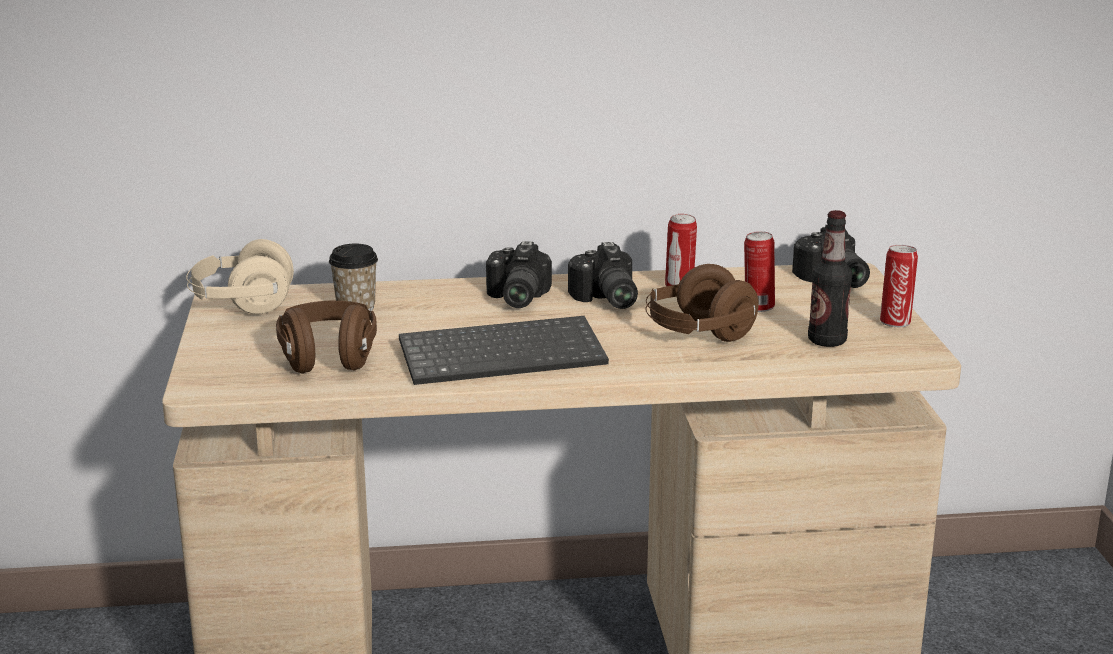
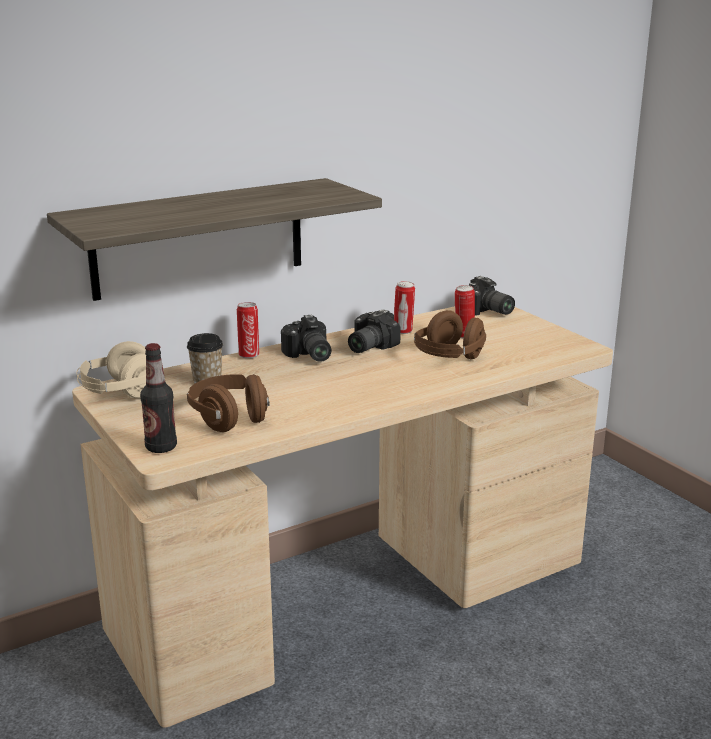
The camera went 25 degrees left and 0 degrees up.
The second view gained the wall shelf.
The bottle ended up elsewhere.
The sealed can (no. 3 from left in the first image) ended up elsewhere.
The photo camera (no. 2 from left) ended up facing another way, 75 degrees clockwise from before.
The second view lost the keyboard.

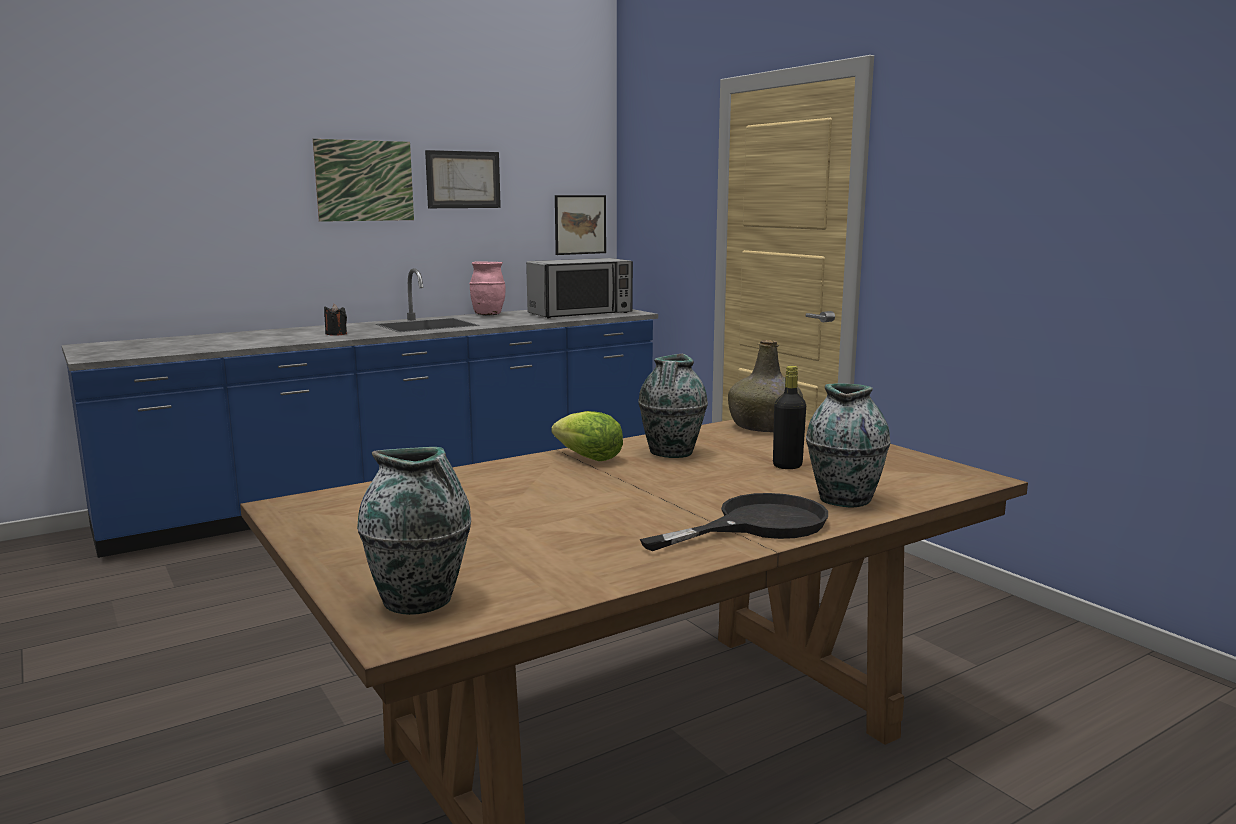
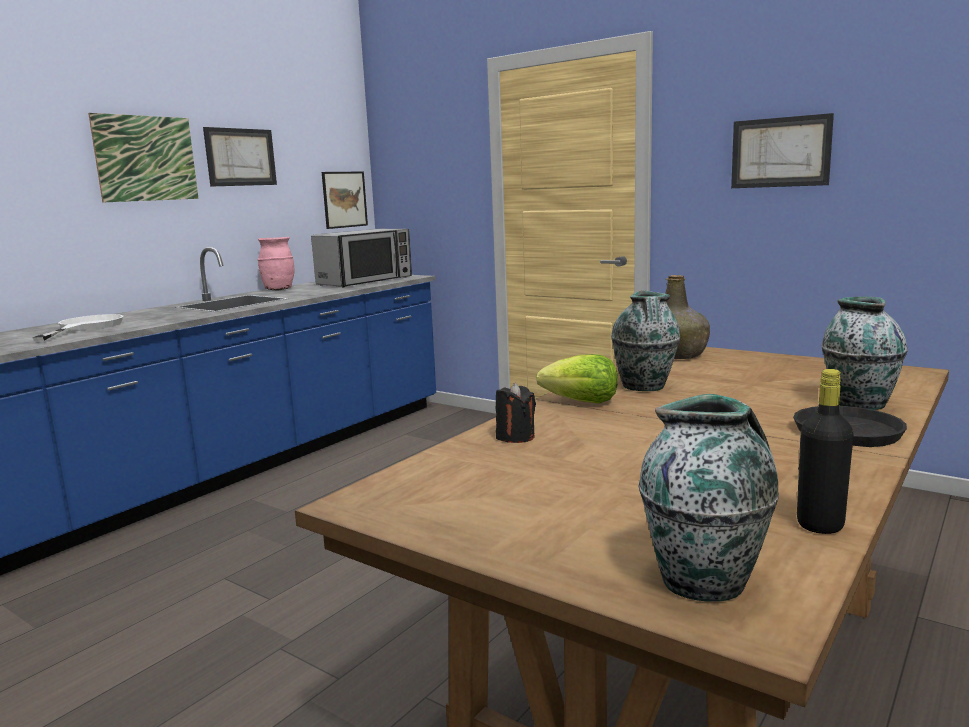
The camera went 20 degrees left and 0 degrees up.
The second view gained the white-coloured pan.
The black-coloured candle ended up elsewhere.
The second view gained the picture (no. 4 from left).
The black-coloured bottle ended up elsewhere.

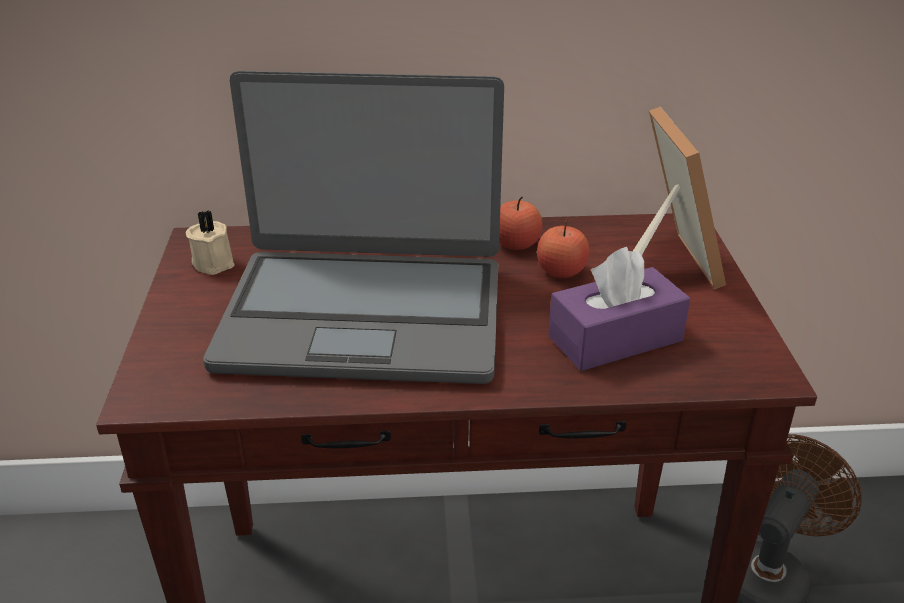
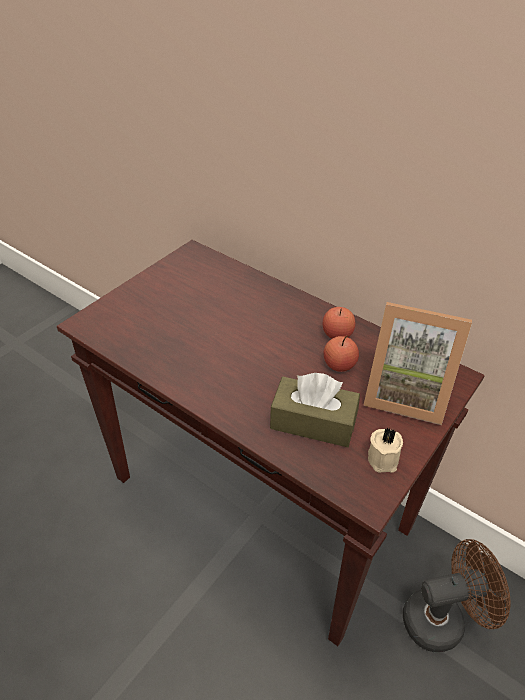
The camera went 40 degrees right and 10 degrees up.
What was the purplish tissue box turned into the brown tissue box.
The standing frame ended up facing another way, 75 degrees clockwise from before.
The beige-coloured candle ended up elsewhere.
The second view lost the notebook computer.

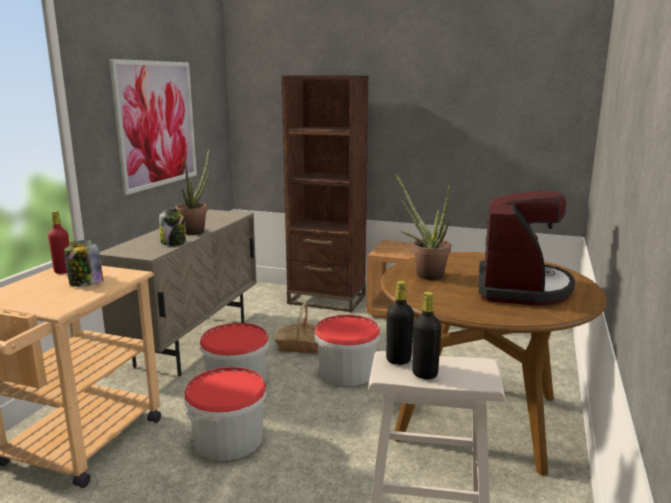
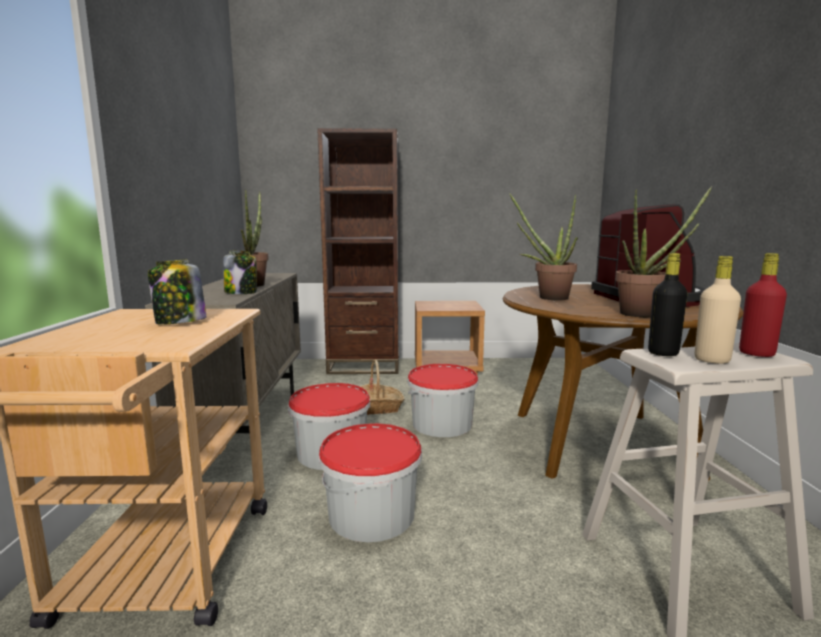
The camera went 20 degrees left and 5 degrees down.
The second view gained the potted plant (no. 3 from left).
What was the black-coloured bottle (no. 2 from left) turned into the beige-coloured bottle.
The reddish bottle ended up elsewhere.
The second view lost the picture.

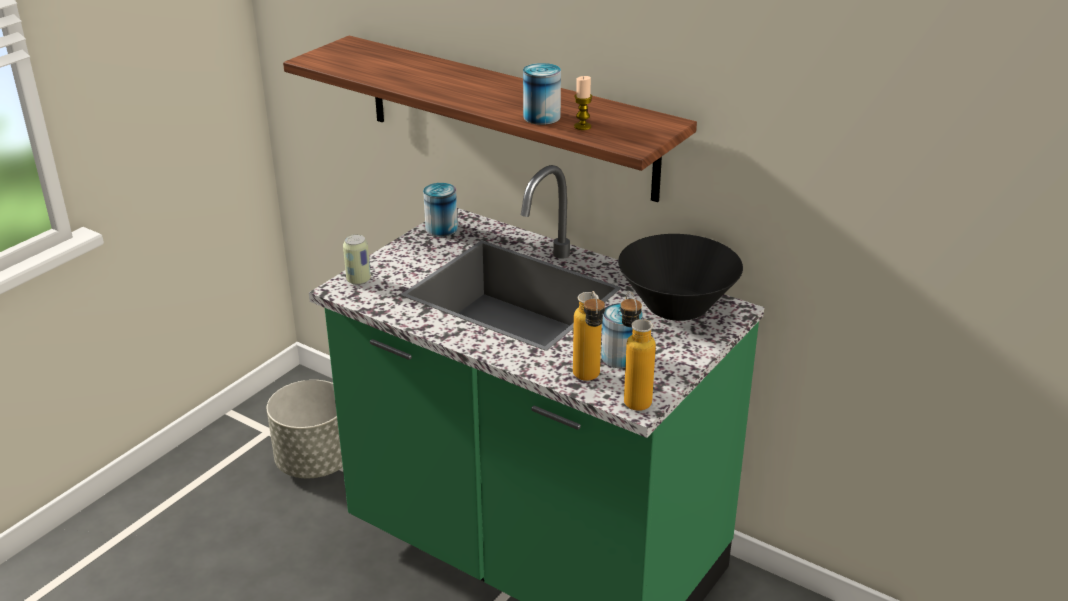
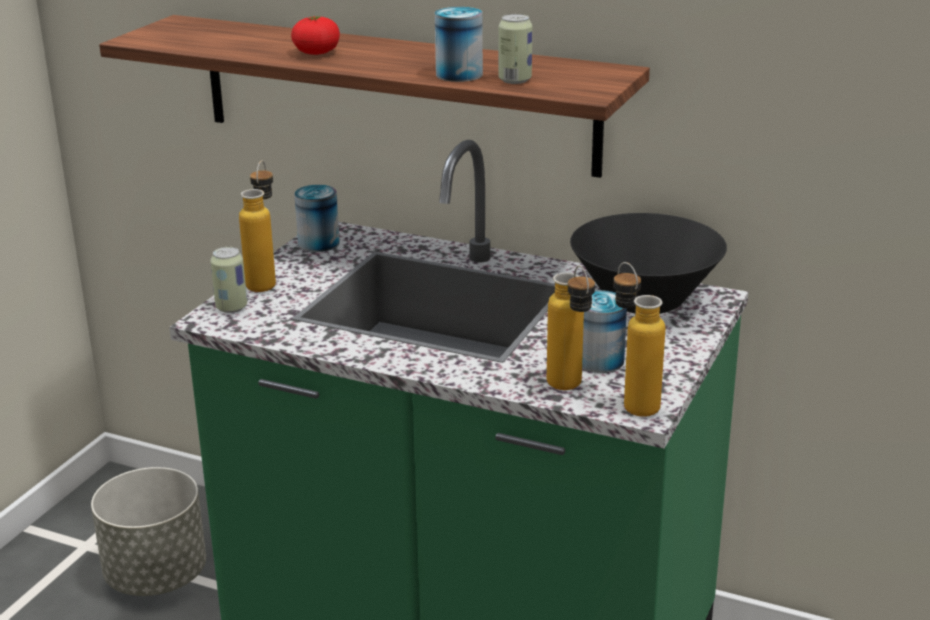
The camera went 10 degrees left and 5 degrees down.
The second view gained the bottle (no. 1 from left).
The second view gained the whole tomato.
Where the candle stood, the sealed can (no. 4 from left) came to stand.

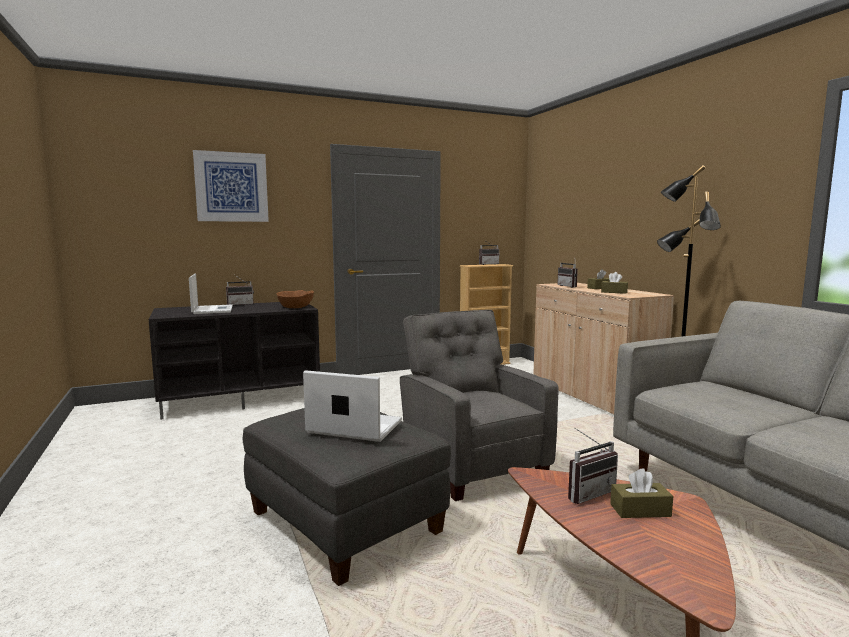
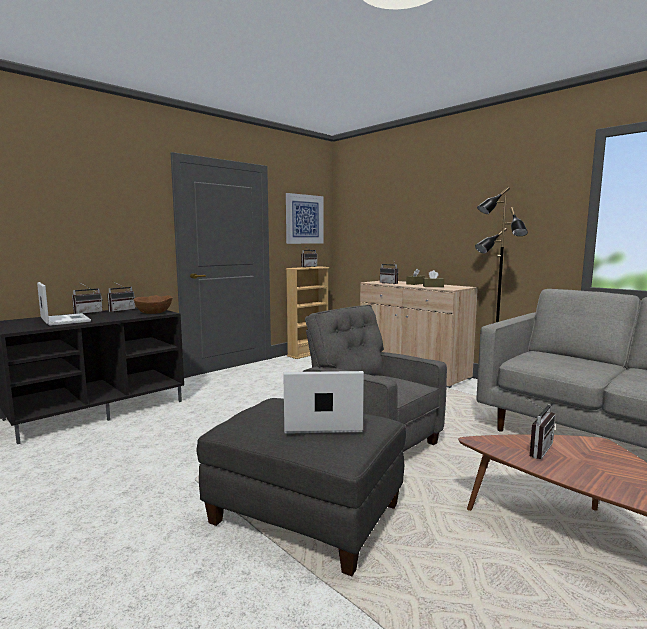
The camera went 20 degrees left and 0 degrees up.
The second view gained the radio set (no. 2 from left).
The picture ended up elsewhere.
The second view lost the brown tissue box (no. 3 from left).

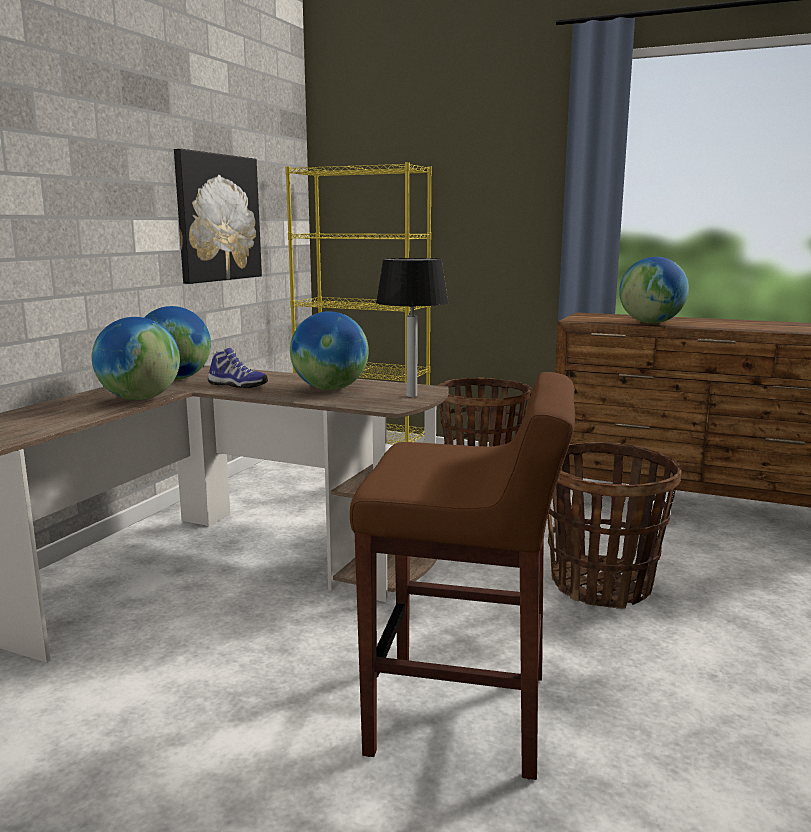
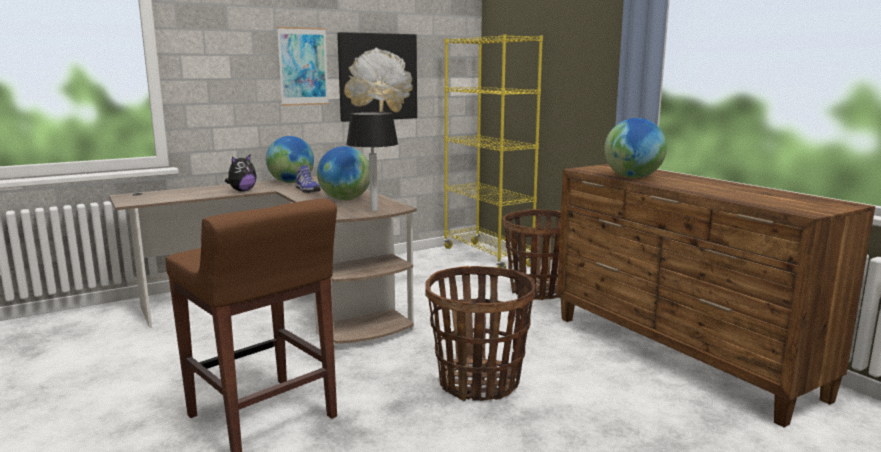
The camera went 35 degrees right and 0 degrees up.
Where the globe (no. 1 from left) stood, the plush toy came to stand.
The second view gained the picture (no. 1 from left).

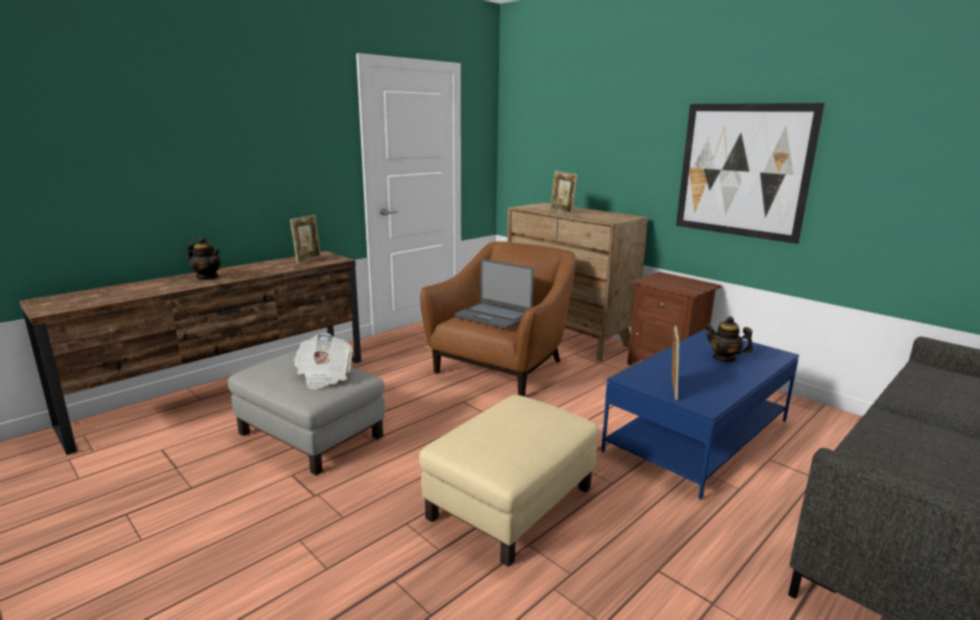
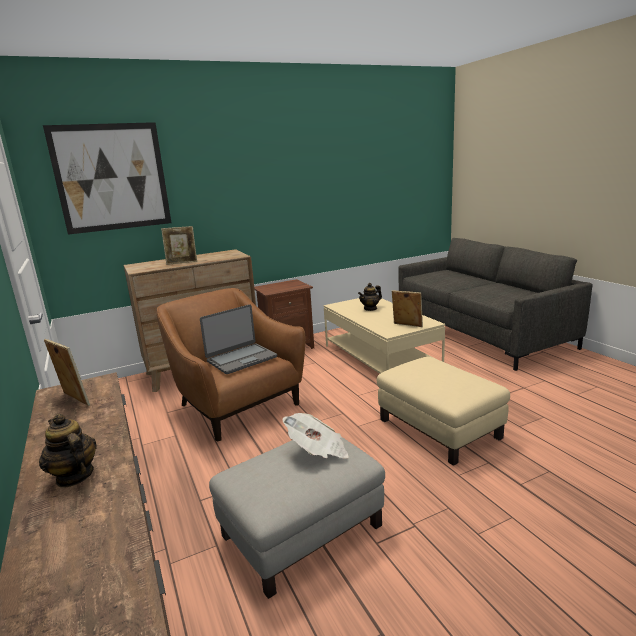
The camera went 70 degrees left and 0 degrees up.
The tea pot (no. 1 from left) ended up facing another way, 90 degrees counterclockwise from before.
The picture ended up elsewhere.
What was the blue lounge table turned into the beige-coloured lounge table.

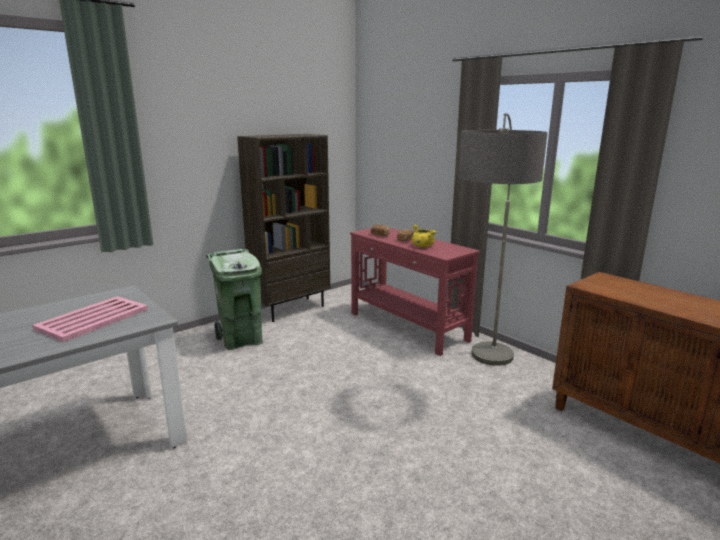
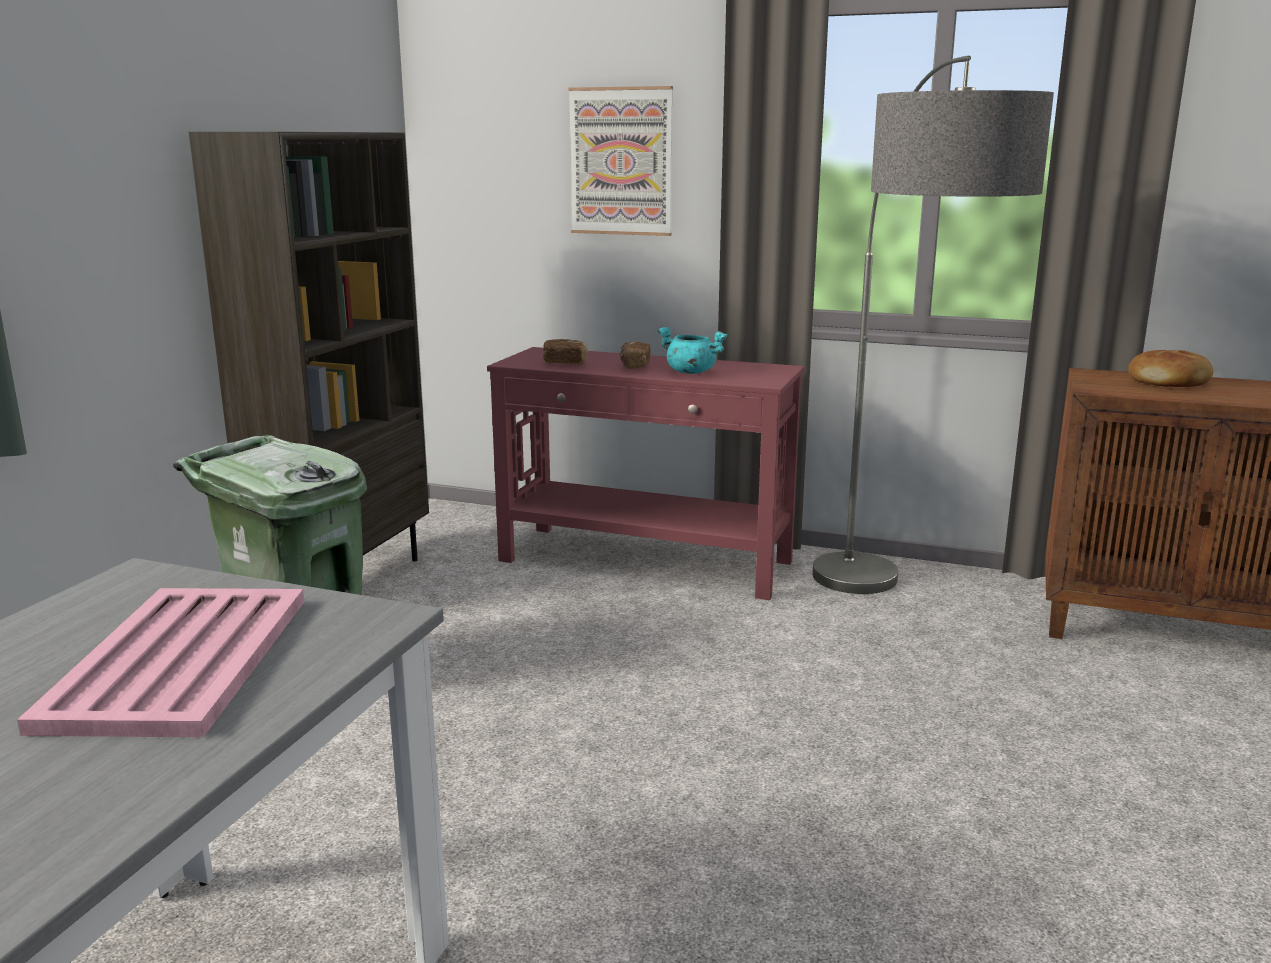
The camera went 30 degrees left and 0 degrees up.
The second view gained the picture.
What was the yellow-coloured stockpot turned into the turquoise stockpot.
The second view gained the bread (no. 3 from left).

